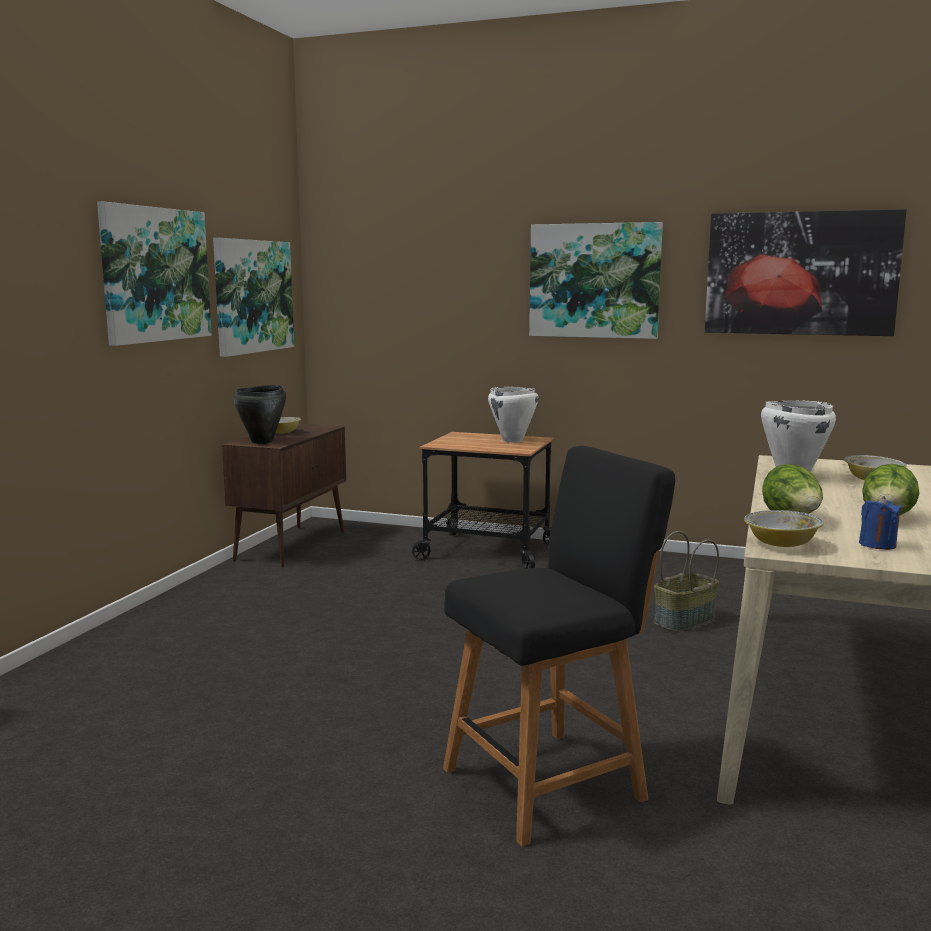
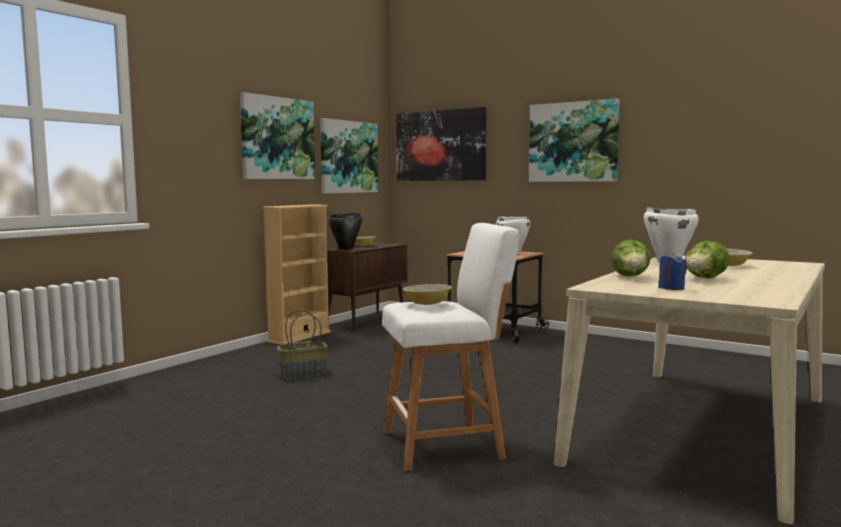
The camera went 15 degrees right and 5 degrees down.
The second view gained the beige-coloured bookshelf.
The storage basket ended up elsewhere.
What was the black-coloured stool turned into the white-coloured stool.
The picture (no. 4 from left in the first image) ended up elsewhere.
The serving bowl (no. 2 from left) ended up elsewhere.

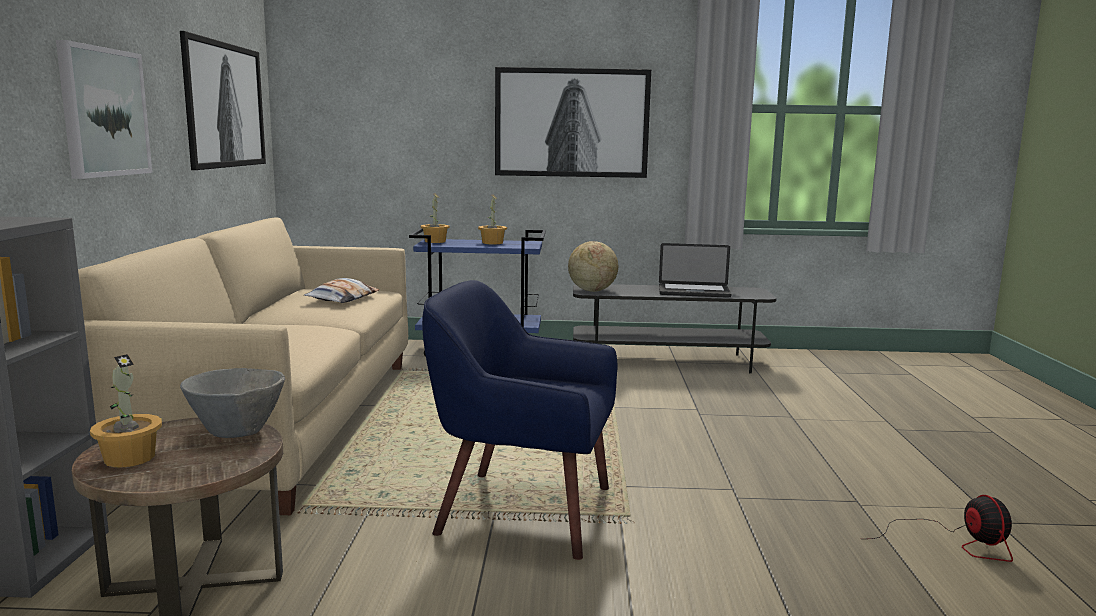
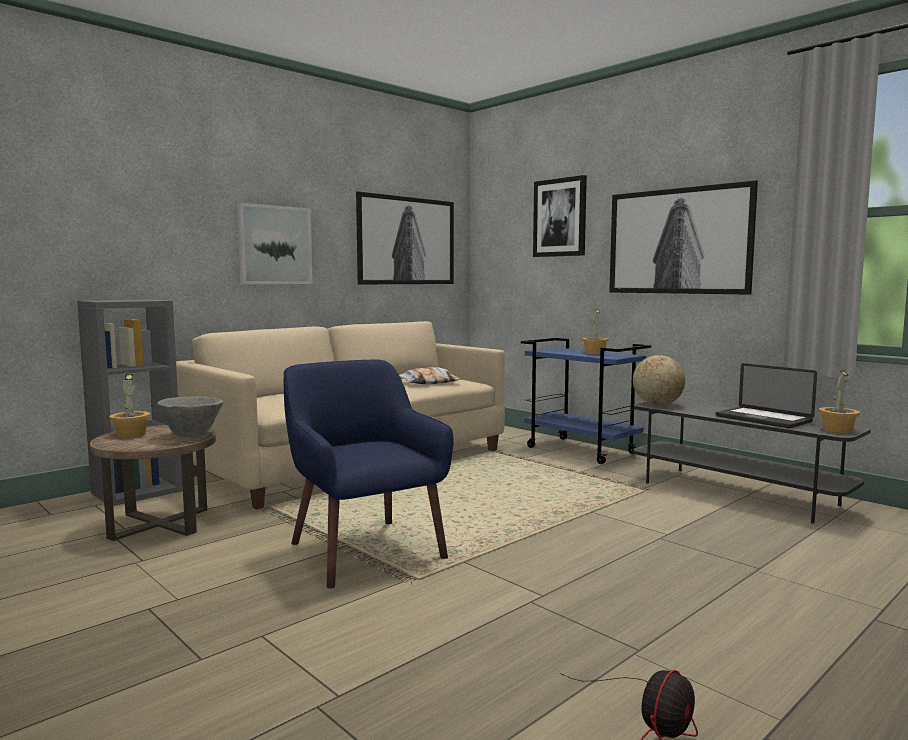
The camera went 45 degrees right and 5 degrees down.
The second view gained the picture (no. 3 from left).
The potted plant (no. 2 from left in the first image) ended up elsewhere.

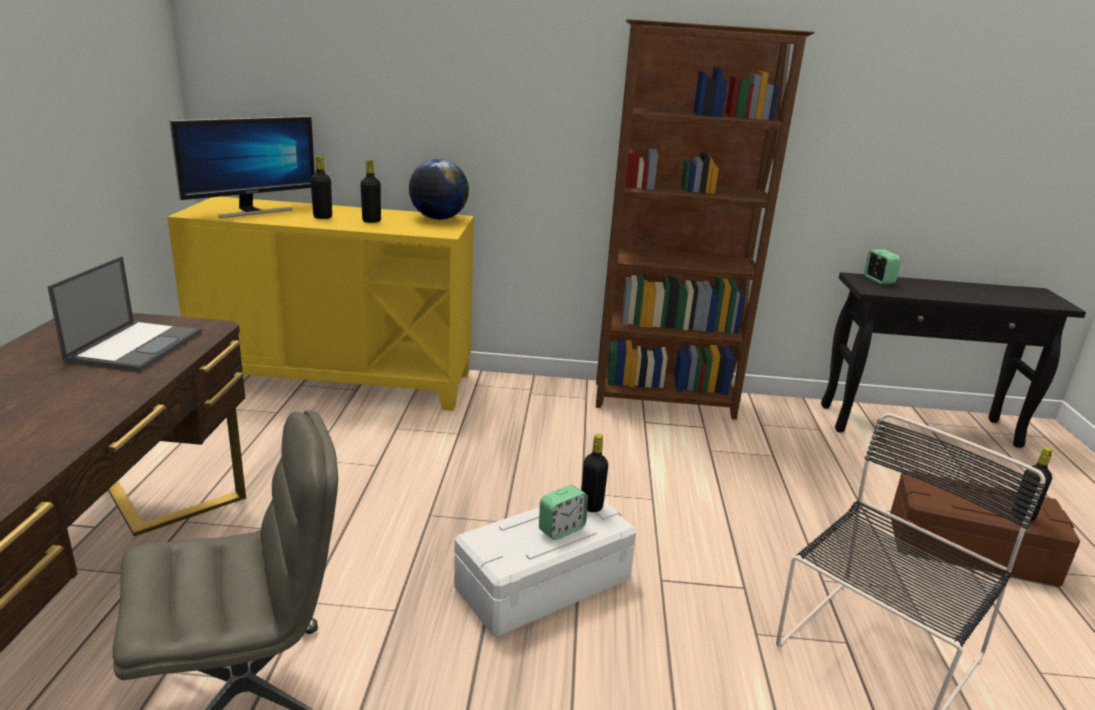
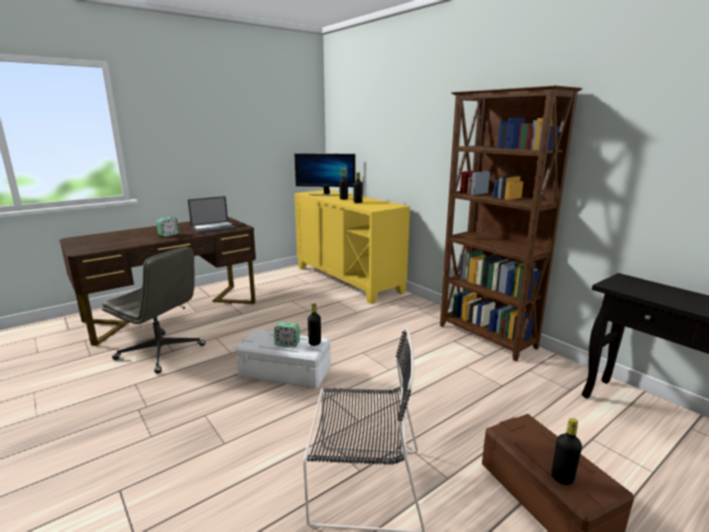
The camera went 50 degrees right and 5 degrees down.
The bedside clock (no. 2 from left in the first image) ended up elsewhere.
The second view lost the globe.

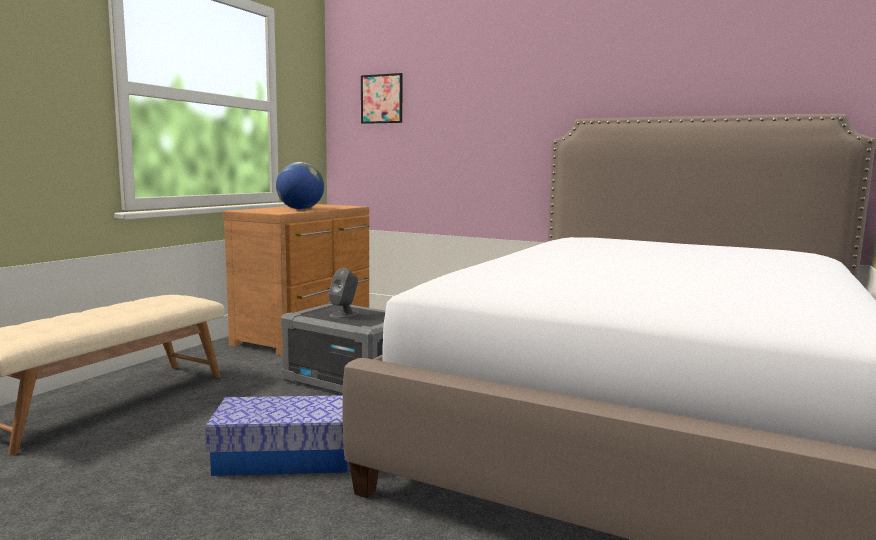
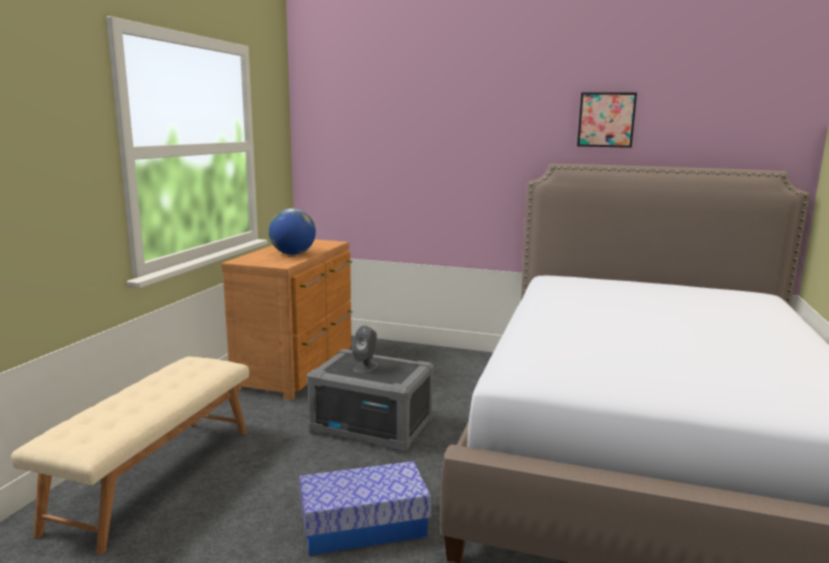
The camera went 10 degrees left and 5 degrees up.
The picture ended up elsewhere.

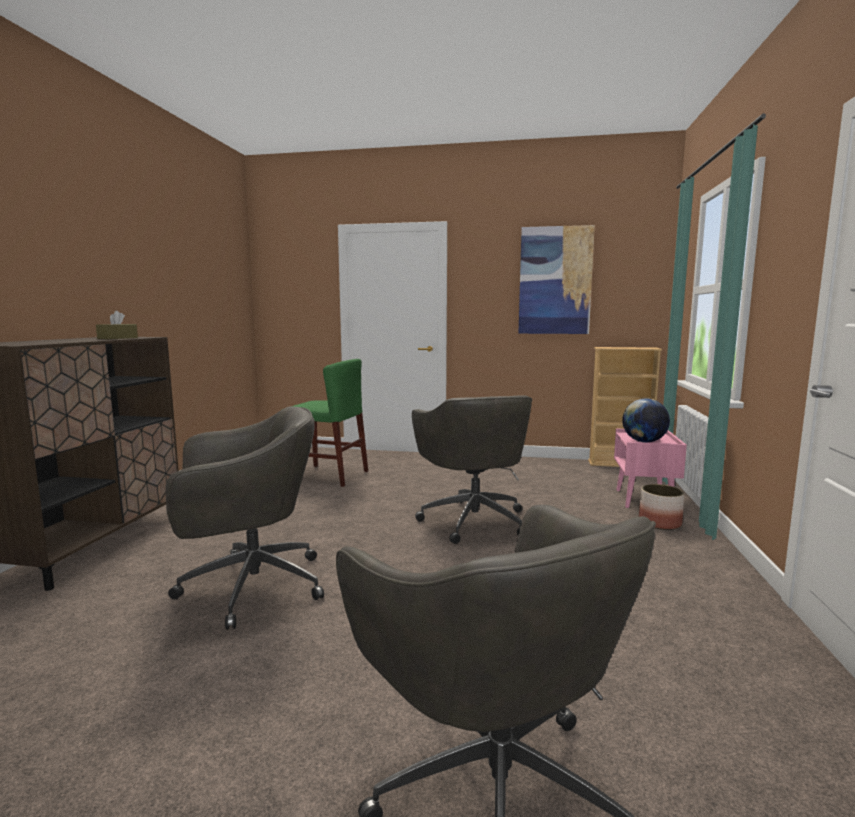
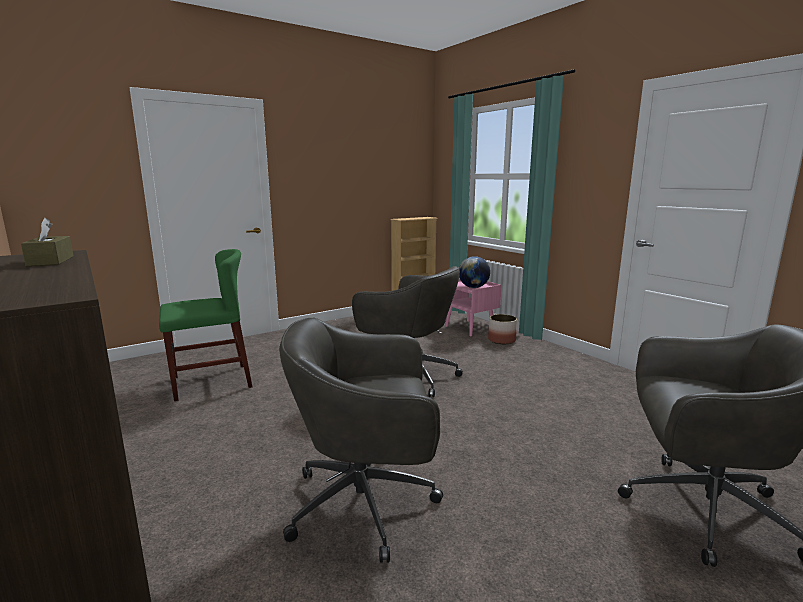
The camera went 45 degrees left and 5 degrees up.
The greyish office chair (no. 1 from left) ended up facing another way, 120 degrees counterclockwise from before.
The second view lost the picture.

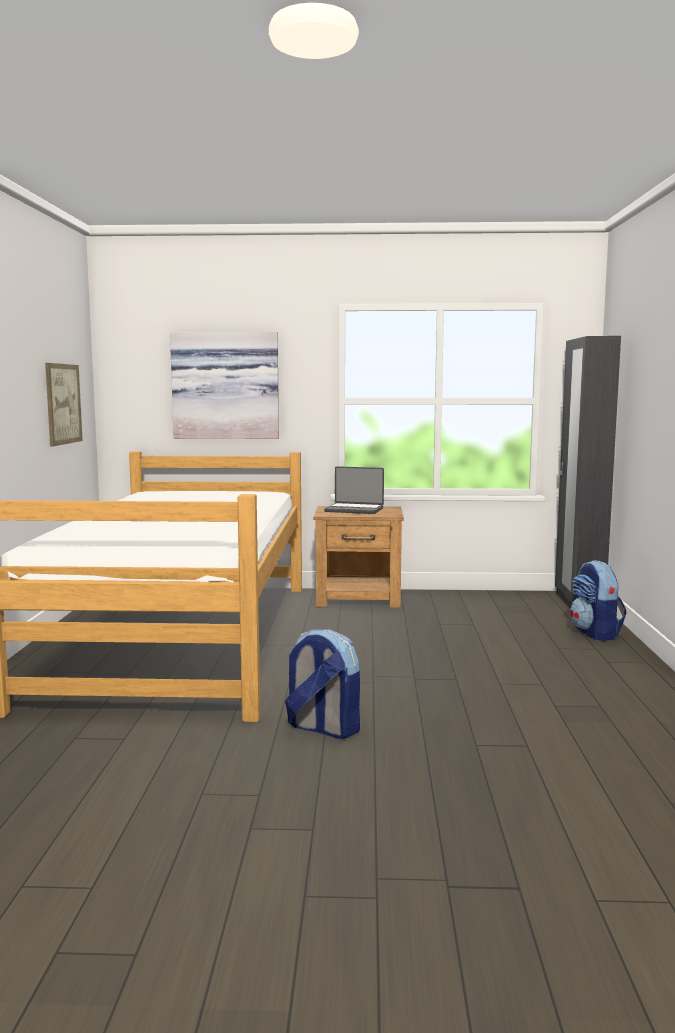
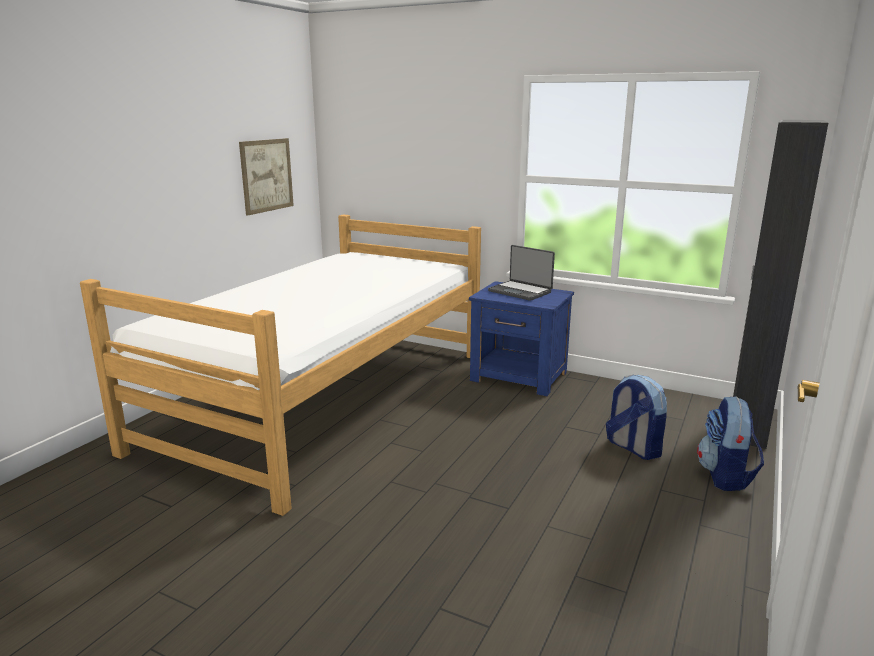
The camera went 25 degrees right and 10 degrees up.
What was the brown nightstand turned into the blue nightstand.
The knapsack (no. 1 from left) ended up elsewhere.
The second view lost the picture (no. 2 from left).

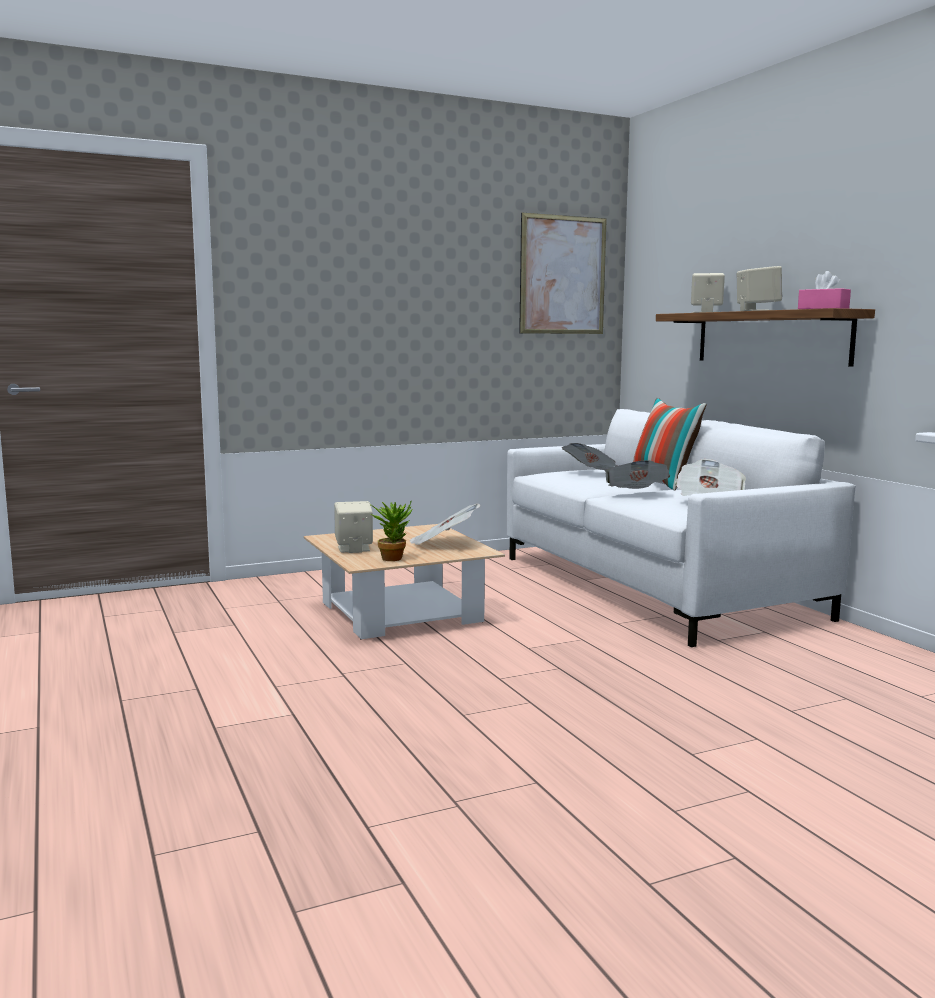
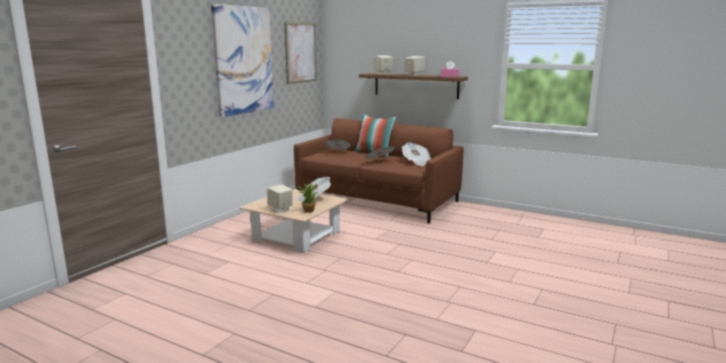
The camera went 35 degrees left and 5 degrees up.
The second view gained the picture (no. 1 from left).
What was the white-coloured sofa turned into the brown sofa.

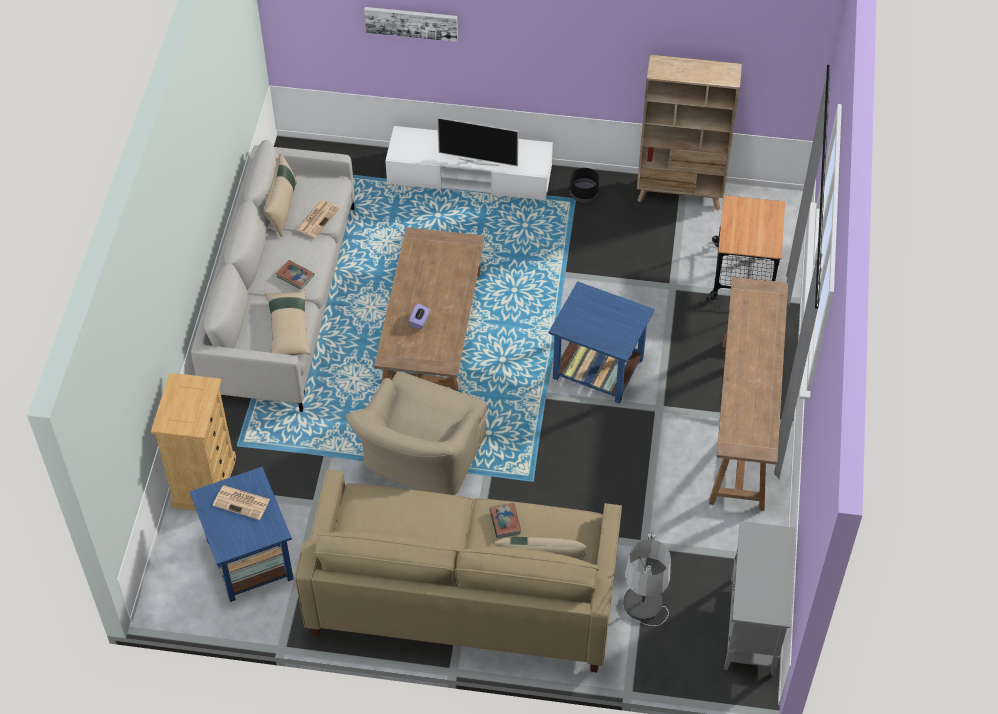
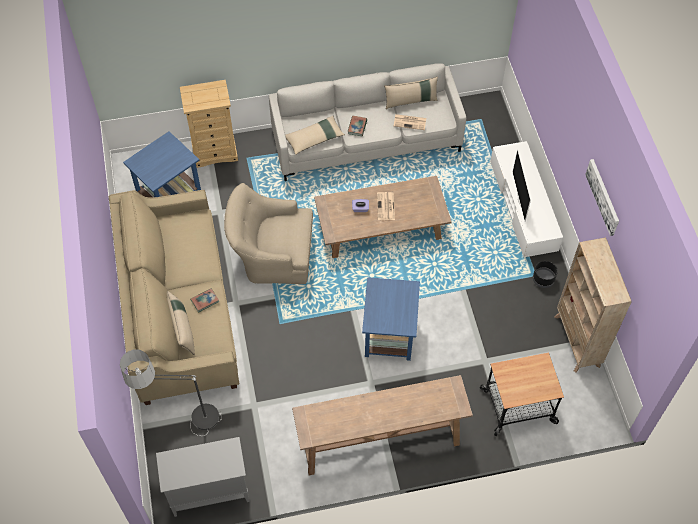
The camera went 70 degrees right and 5 degrees up.
The daily paper (no. 1 from left) ended up elsewhere.
The picture ended up elsewhere.

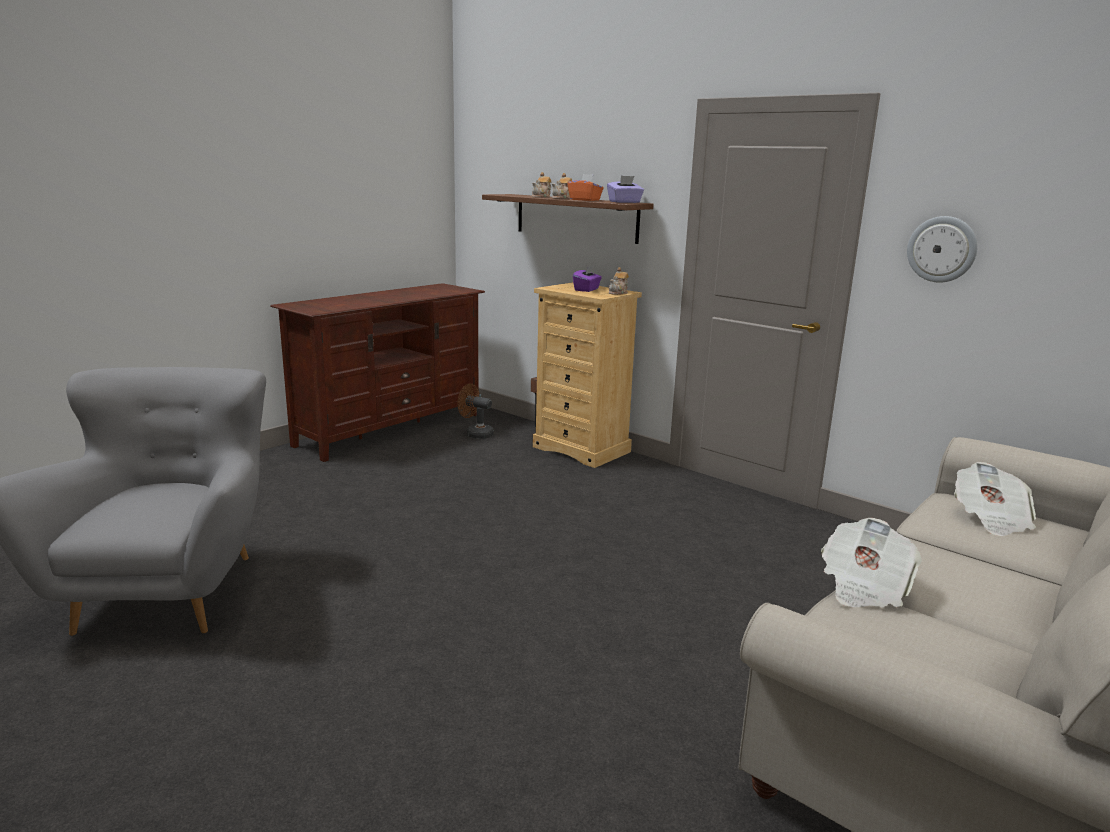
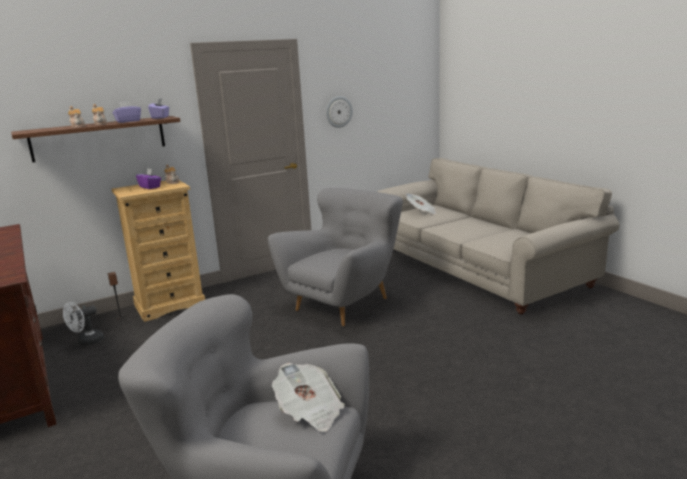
The camera went 70 degrees left and 0 degrees up.
What was the brown fan turned into the white-coloured fan.
What was the orange tissue box turned into the purplish tissue box (no. 1 from left).
The second view gained the greyish easy chair (no. 2 from left).
The daily paper (no. 1 from left) ended up elsewhere.

